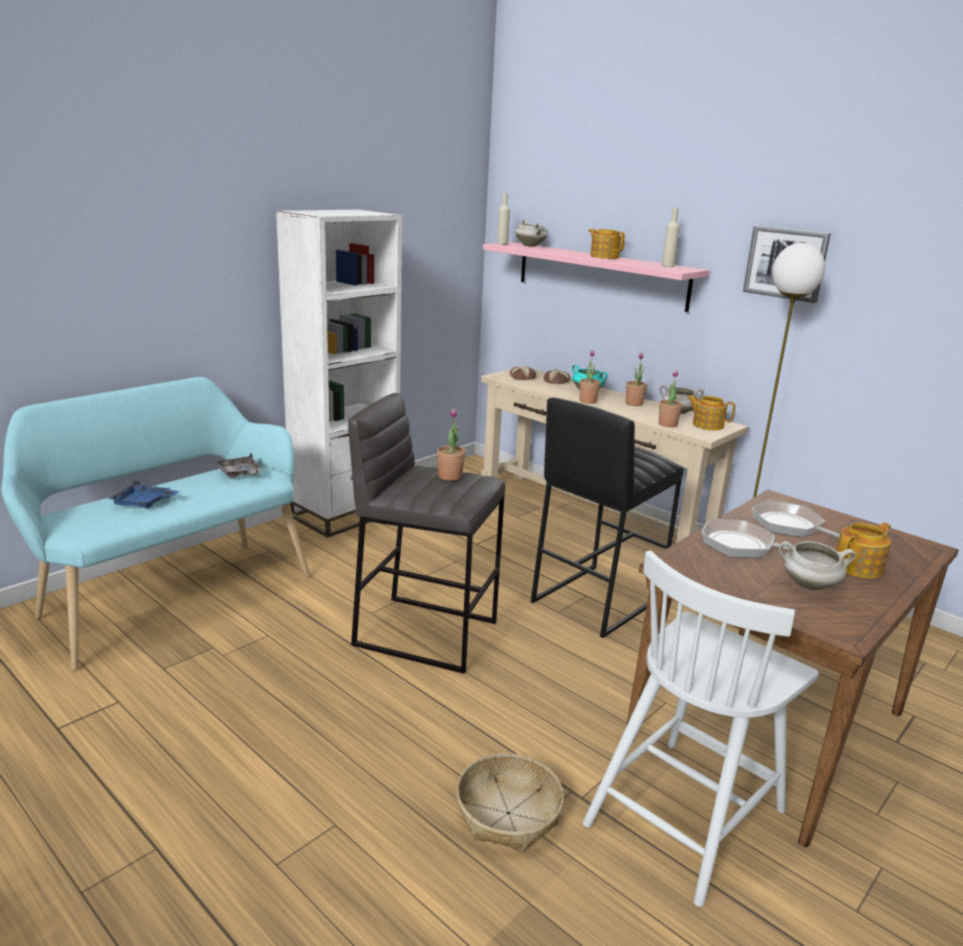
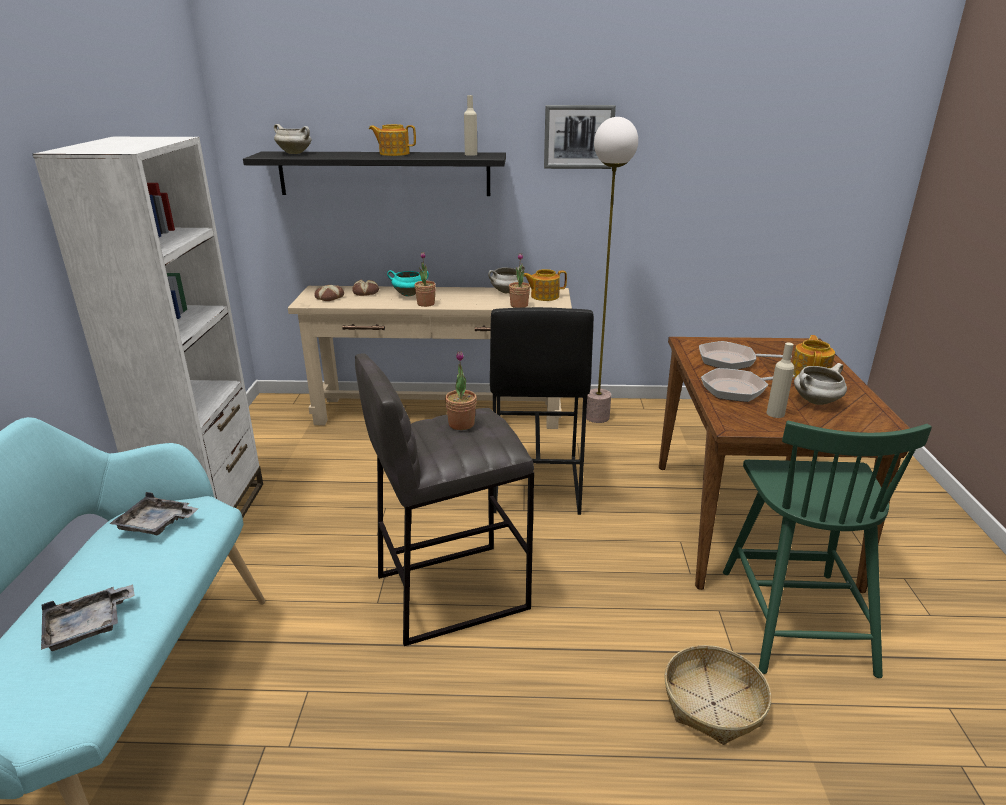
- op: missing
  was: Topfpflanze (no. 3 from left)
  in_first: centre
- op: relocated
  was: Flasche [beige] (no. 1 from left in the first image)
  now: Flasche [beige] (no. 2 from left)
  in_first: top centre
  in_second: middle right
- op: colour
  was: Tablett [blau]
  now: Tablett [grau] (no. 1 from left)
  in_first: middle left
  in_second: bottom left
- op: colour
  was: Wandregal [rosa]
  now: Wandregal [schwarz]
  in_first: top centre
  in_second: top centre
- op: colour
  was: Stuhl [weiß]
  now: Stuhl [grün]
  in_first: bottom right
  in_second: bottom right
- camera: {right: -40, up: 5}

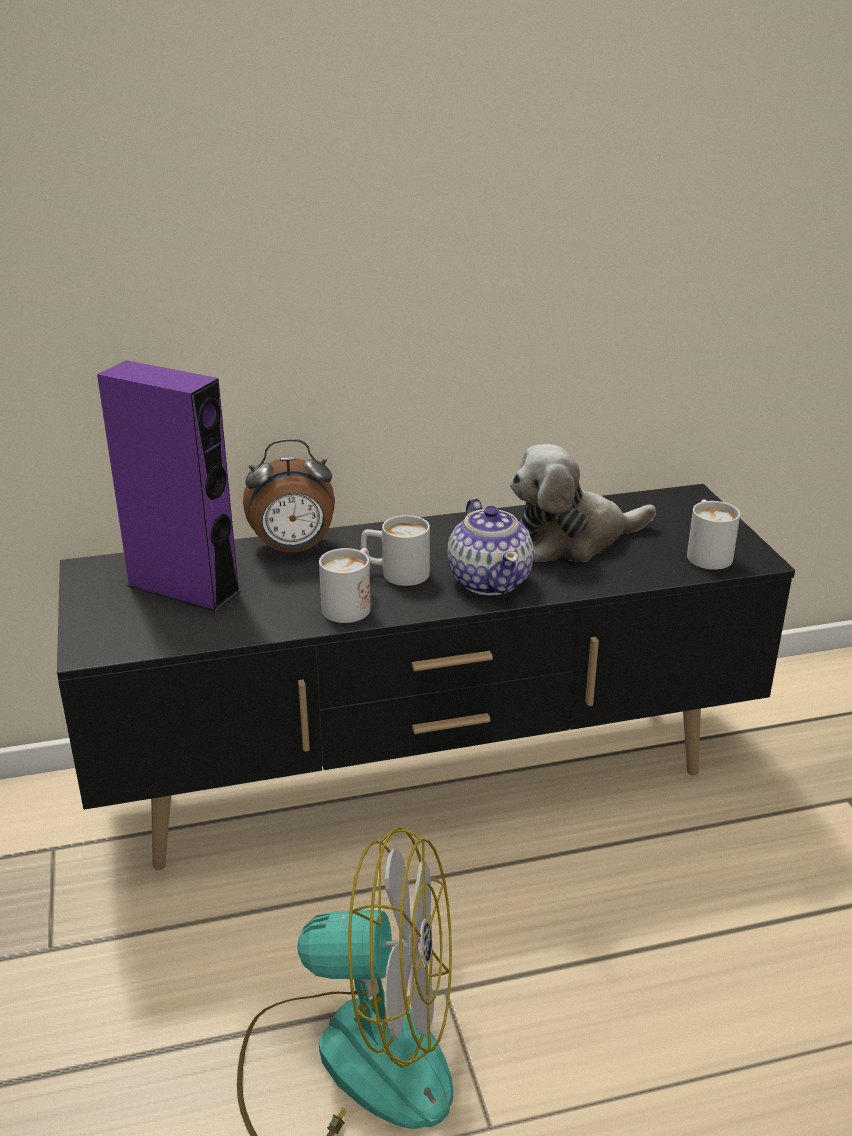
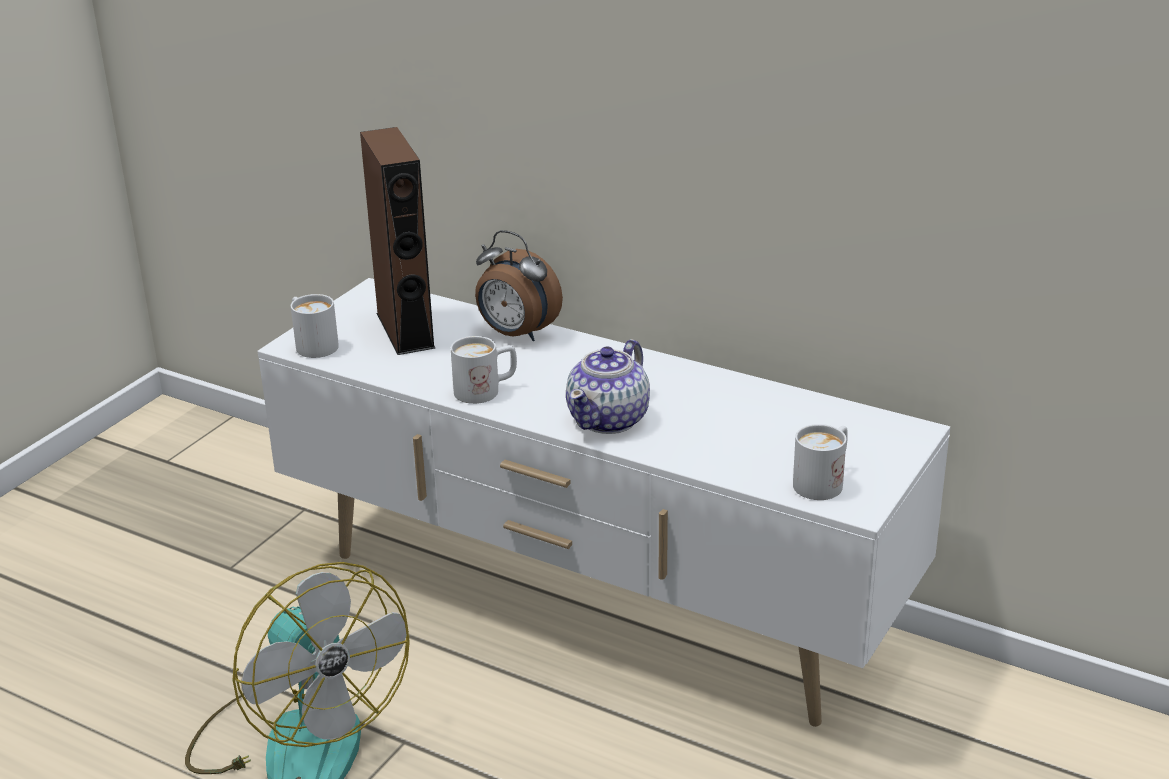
- op: missing
  was: Plüschtier
  in_first: middle right
- op: relocated
  was: Henkelbecher [weiß] (no. 2 from left in the first image)
  now: Henkelbecher [weiß] (no. 1 from left)
  in_first: centre
  in_second: middle left
- op: colour
  was: Fernsehschrank [schwarz]
  now: Fernsehschrank [weiß]
  in_first: centre
  in_second: centre
- op: colour
  was: Lautsprecher [lila]
  now: Lautsprecher [braun]
  in_first: middle left
  in_second: top centre
- camera: {right: 45, up: 0}

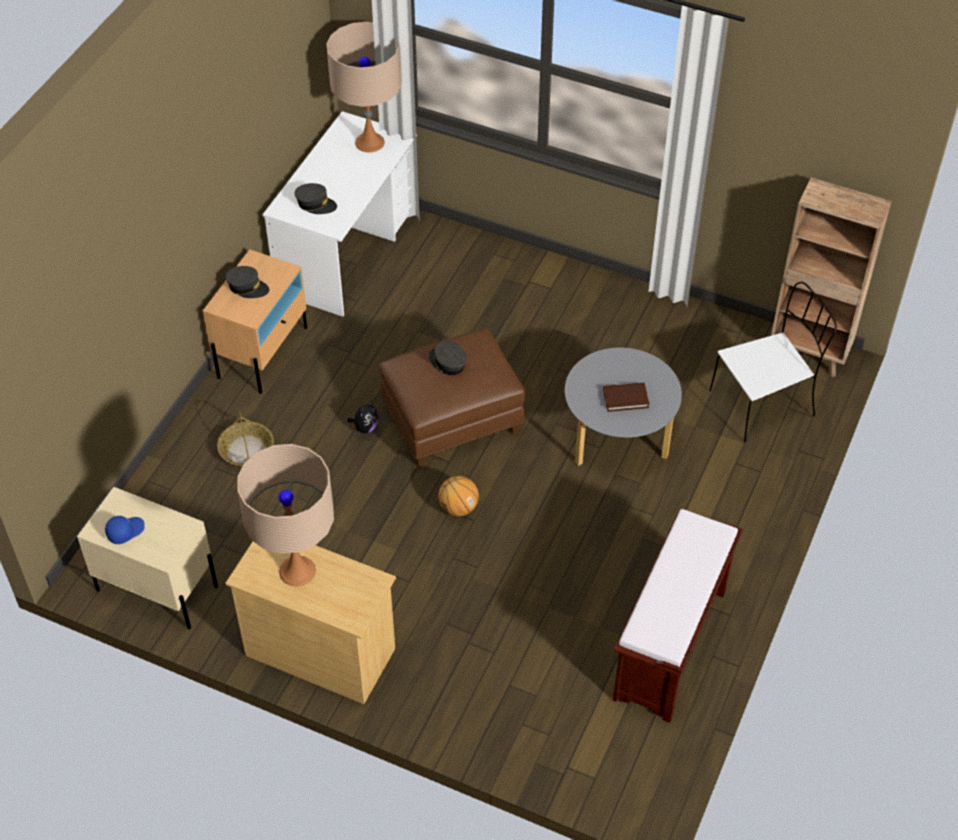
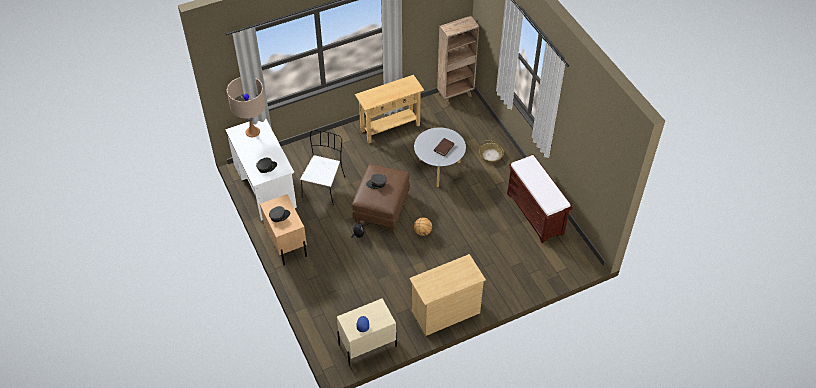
- op: missing
  was: Tischlampe [beige] (no. 1 from left)
  in_first: middle left
- op: appeared
  now: Konsolentisch [beige]
  in_second: top centre
- op: relocated
  was: Korb
  in_first: middle left
  in_second: centre
- op: relocated
  was: Stuhl [weiß]
  in_first: middle right
  in_second: centre
- camera: {right: -50, up: 0}

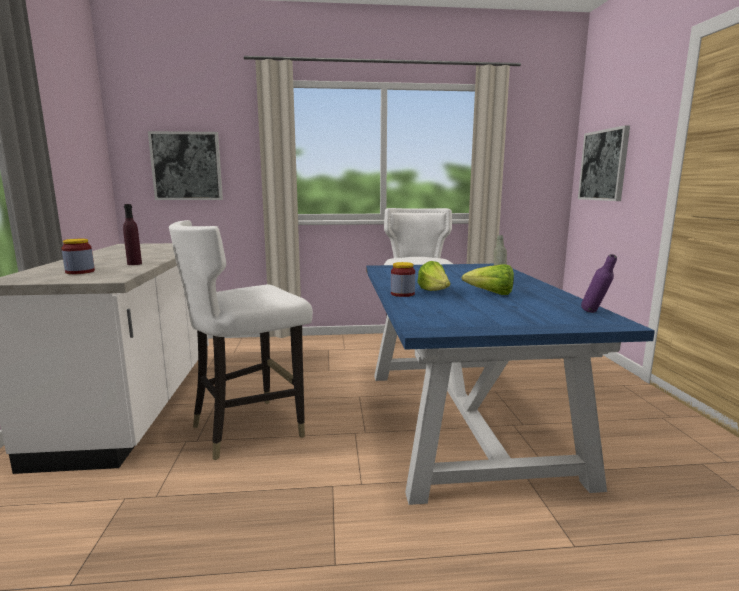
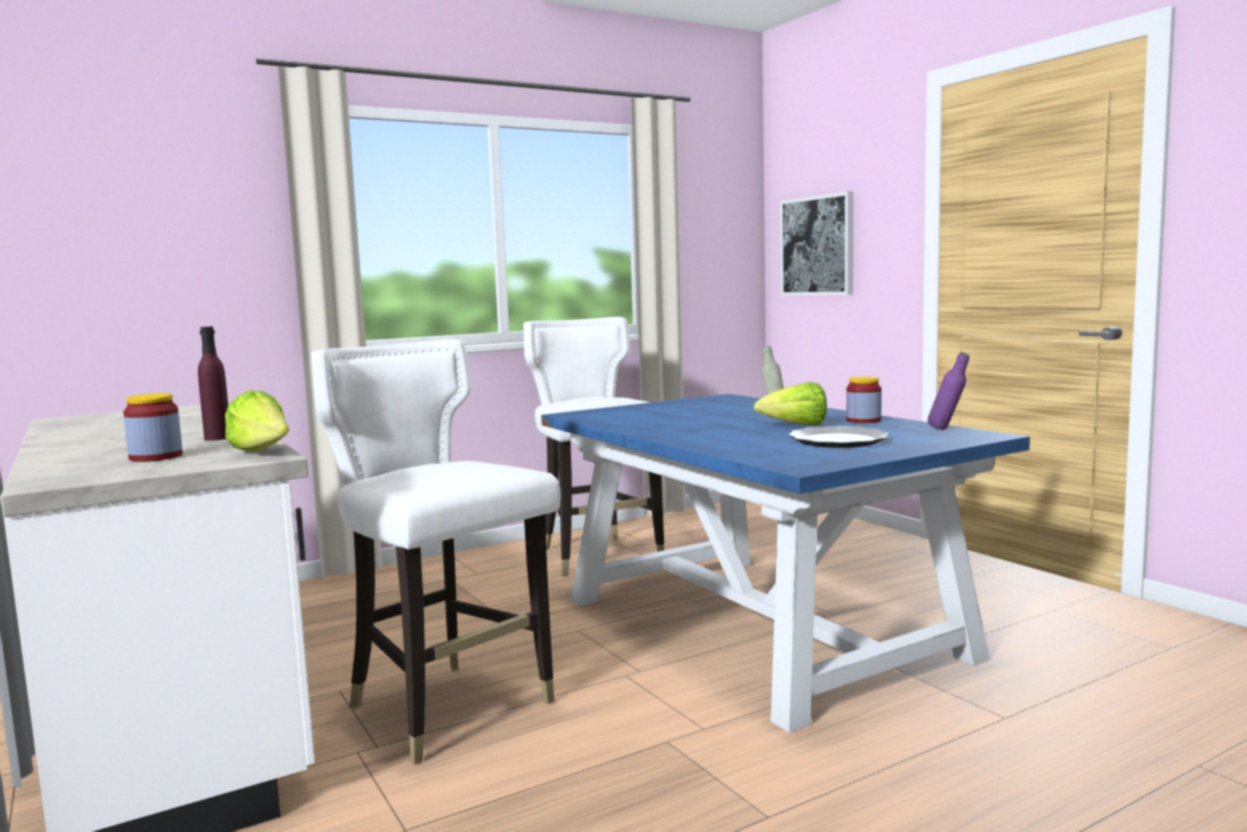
- op: missing
  was: Bild (no. 1 from left)
  in_first: top left
- op: appeared
  now: Teller
  in_second: middle right
- op: relocated
  was: Vorratsglas (no. 2 from left)
  in_first: centre
  in_second: middle right
- op: relocated
  was: Salatkopf (no. 1 from left)
  in_first: centre
  in_second: middle left
- op: spun
  was: Stuhl [weiß] (no. 1 from left)
  in_first: middle left
  in_second: centre
  clockwise: 105
- camera: {right: -25, up: -5}

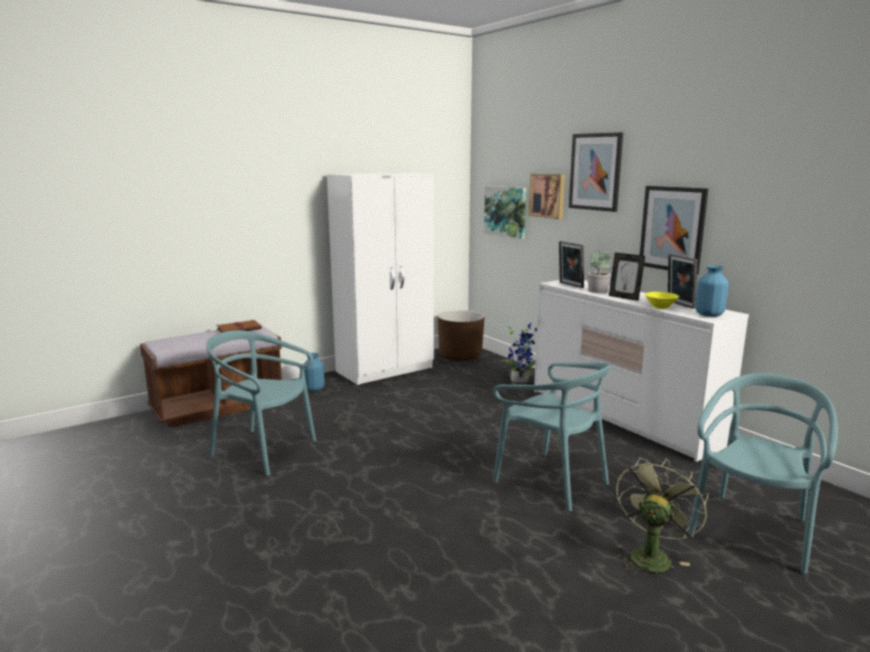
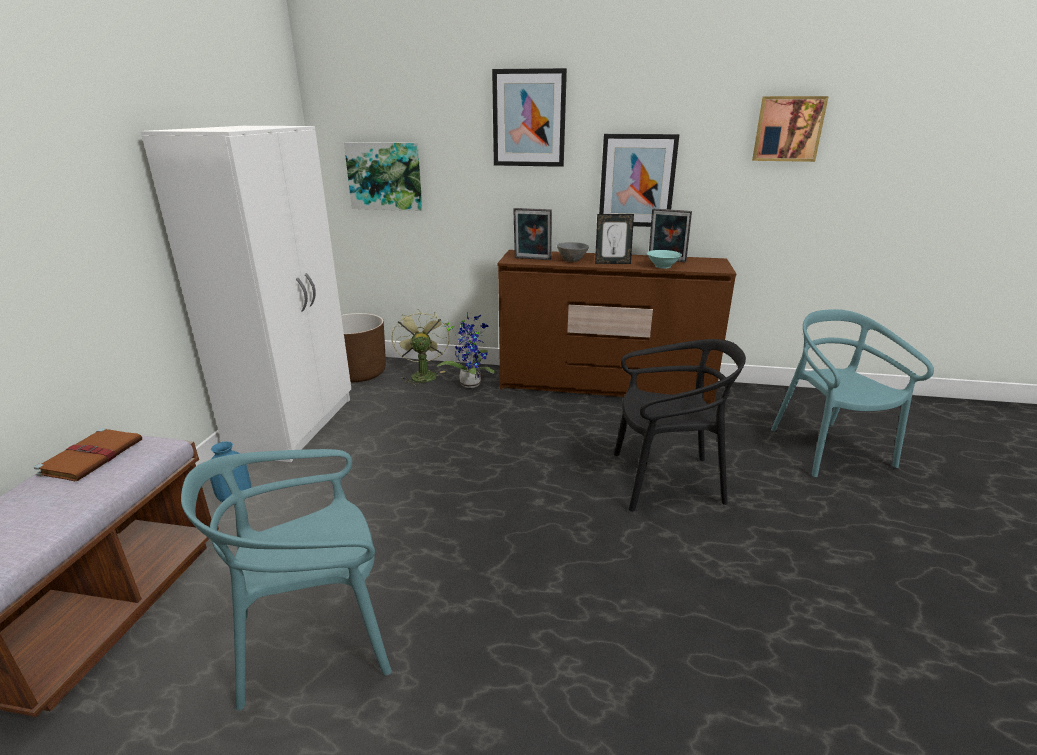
- op: missing
  was: Vase [blau] (no. 2 from left)
  in_first: middle right
- op: relocated
  was: Bild (no. 2 from left in the first image)
  now: Bild (no. 4 from left)
  in_first: top centre
  in_second: top right
- op: relocated
  was: Ventilator [grün]
  in_first: bottom right
  in_second: centre
- op: exchanged
  was: Topfpflanze (no. 2 from left)
  now: Schüssel [grau]
  in_first: middle right
  in_second: centre
- op: colour
  was: Stuhl [türkis] (no. 2 from left)
  now: Stuhl [schwarz]
  in_first: bottom centre
  in_second: centre
- op: colour
  was: Kommode [weiß]
  now: Kommode [braun]
  in_first: middle right
  in_second: centre
- op: colour
  was: Schüssel [gelb]
  now: Schüssel [türkis]
  in_first: middle right
  in_second: centre
- camera: {right: -45, up: 10}

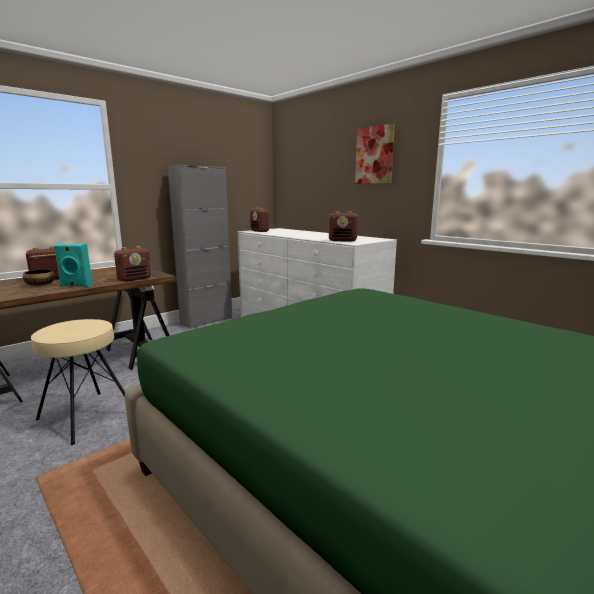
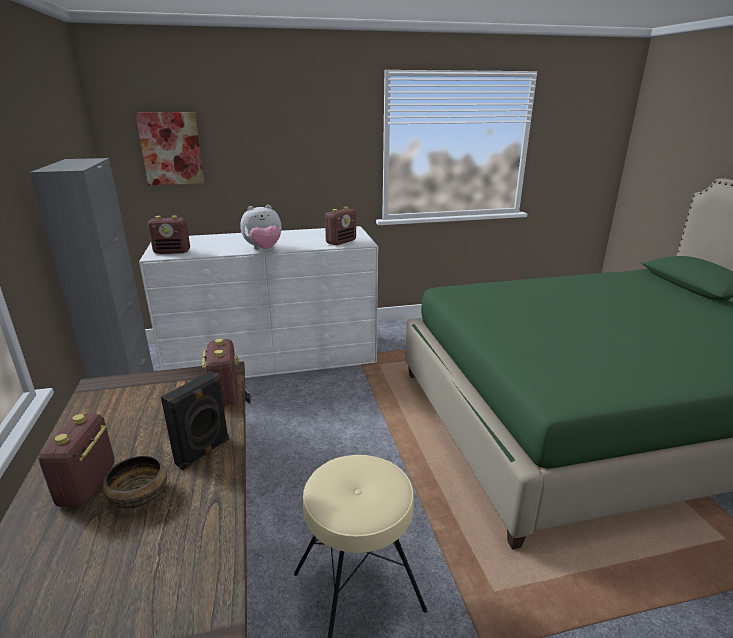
- op: appeared
  now: Plüschtier
  in_second: centre
- op: relocated
  was: Bild
  in_first: top centre
  in_second: top left
- op: colour
  was: Lautsprecher [türkis]
  now: Lautsprecher [schwarz]
  in_first: middle left
  in_second: middle left
- camera: {right: -60, up: 10}

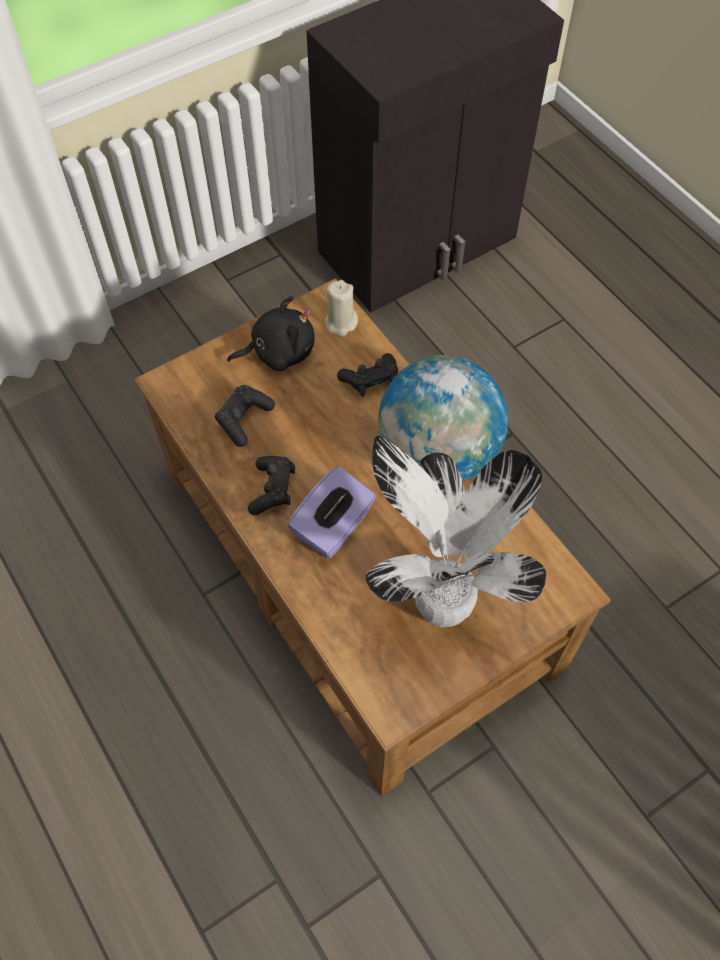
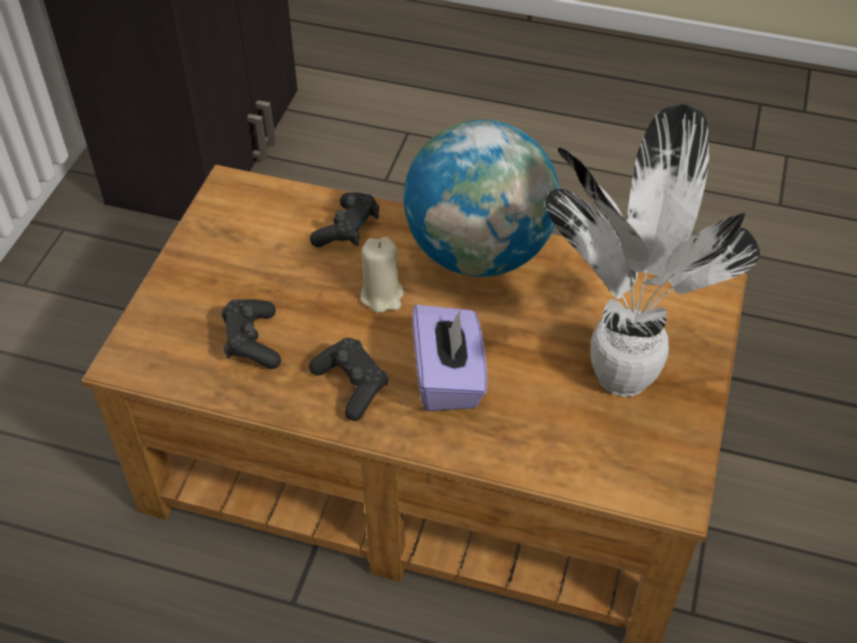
- op: missing
  was: Plüschtier [schwarz]
  in_first: centre
- op: relocated
  was: Kerze [beige]
  in_first: top centre
  in_second: centre
- camera: {right: -40, up: -10}

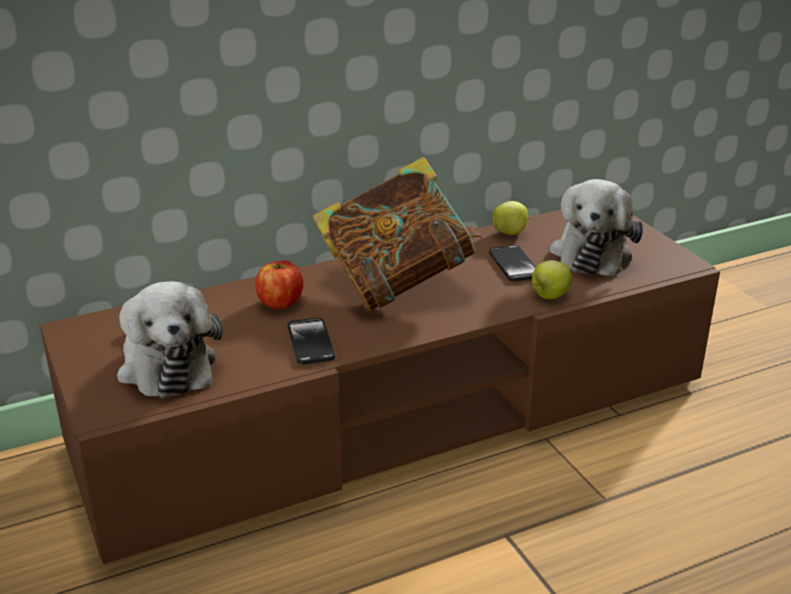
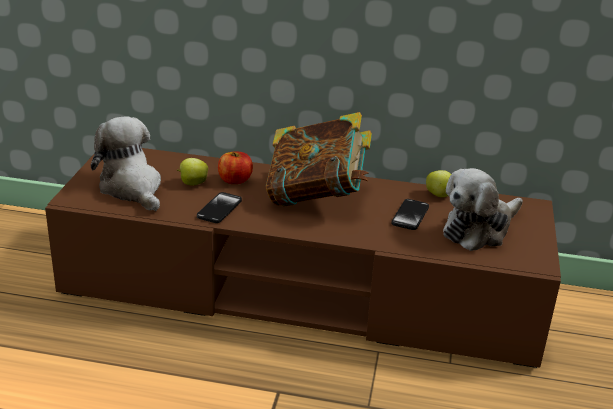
- op: relocated
  was: Apfel (no. 3 from left in the first image)
  now: Apfel (no. 1 from left)
  in_first: middle right
  in_second: middle left
- op: spun
  was: Plüschtier (no. 1 from left)
  in_first: middle left
  in_second: middle left
  clockwise: 135
- camera: {right: 35, up: 0}

